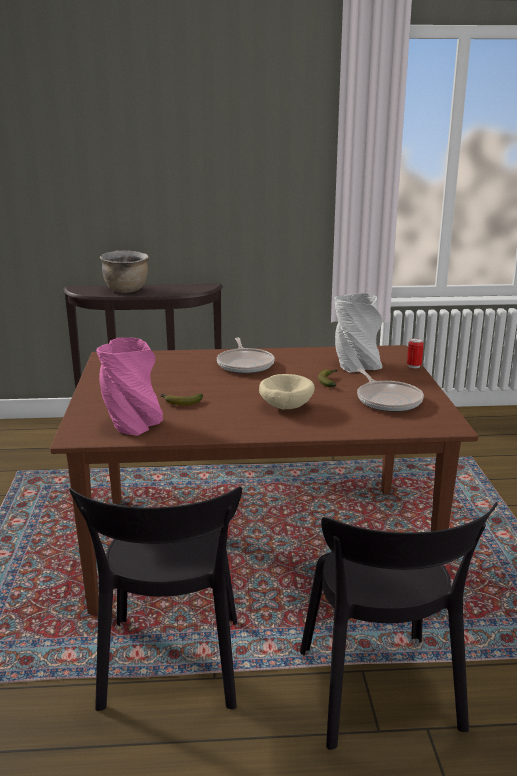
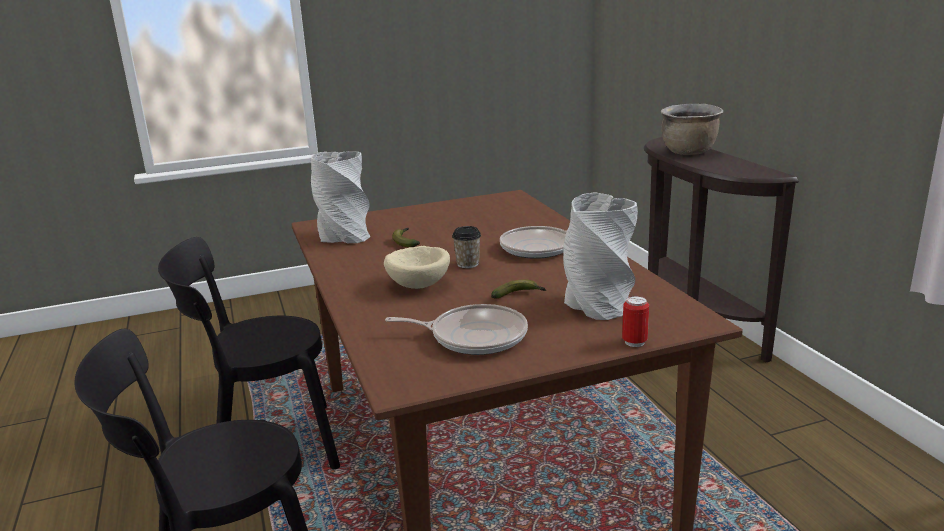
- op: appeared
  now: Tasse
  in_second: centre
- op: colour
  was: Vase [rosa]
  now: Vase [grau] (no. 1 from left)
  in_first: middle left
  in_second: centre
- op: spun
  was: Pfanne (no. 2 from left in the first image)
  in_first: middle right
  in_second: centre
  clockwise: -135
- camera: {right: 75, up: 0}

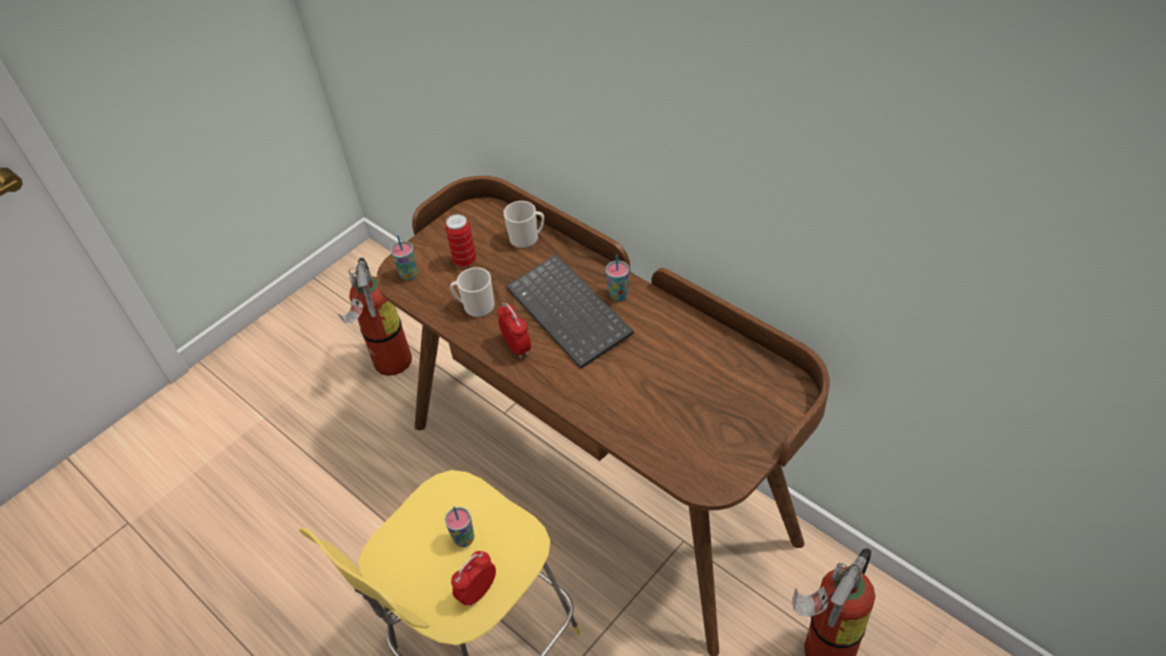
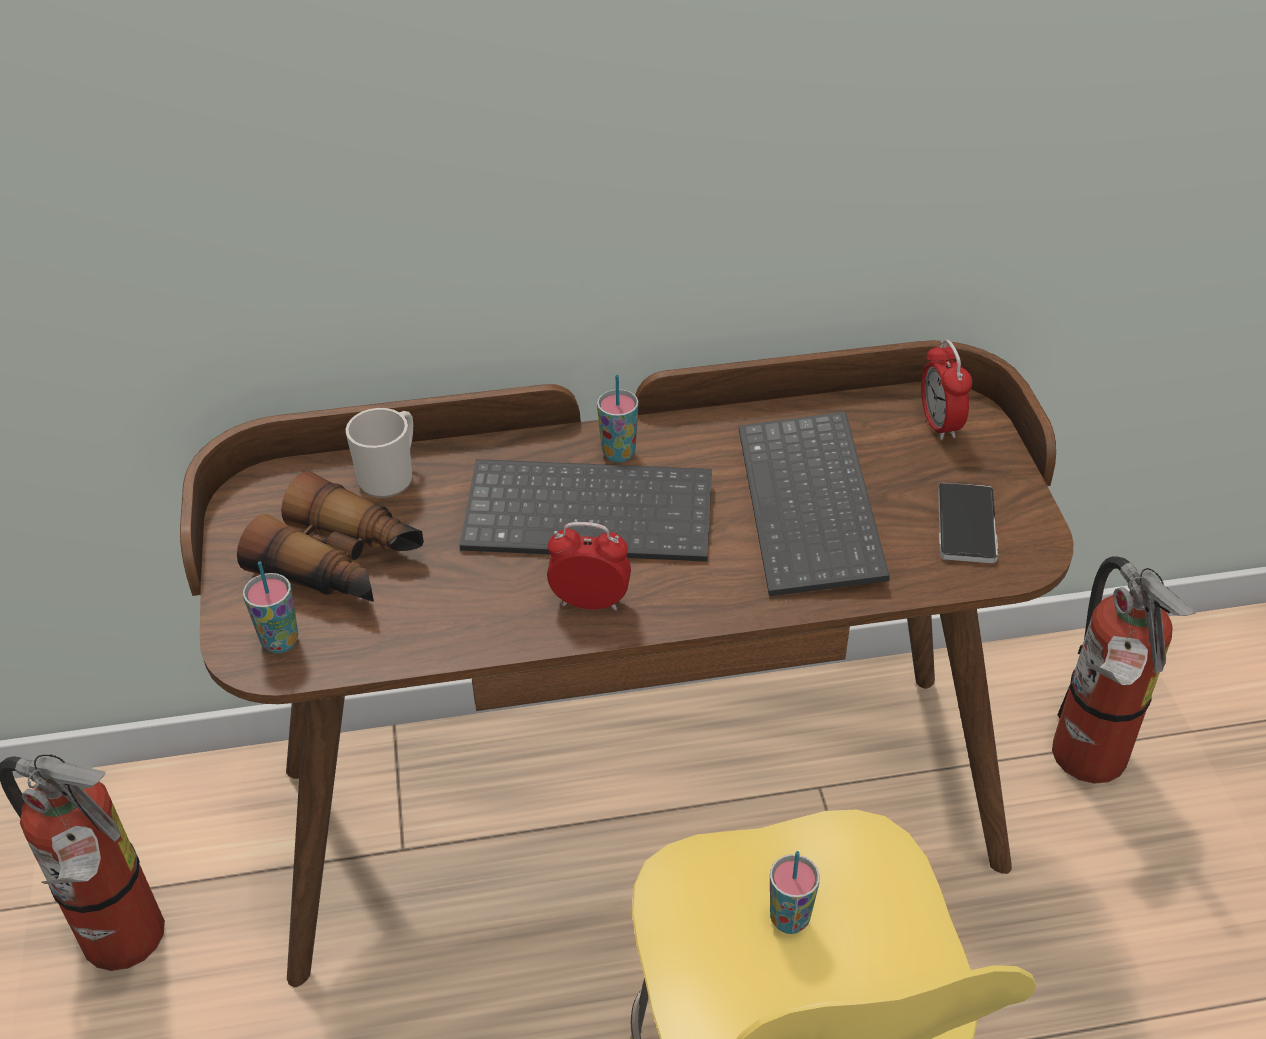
- op: missing
  was: Henkelbecher (no. 1 from left)
  in_first: centre
- op: appeared
  now: Tastatur (no. 2 from left)
  in_second: centre
- op: appeared
  now: Handy
  in_second: middle right
- op: relocated
  was: Wecker (no. 1 from left in the first image)
  now: Wecker (no. 2 from left)
  in_first: bottom centre
  in_second: middle right
- op: exchanged
  was: Dose
  now: Fernglas
  in_first: centre
  in_second: middle left
- camera: {right: -55, up: -5}

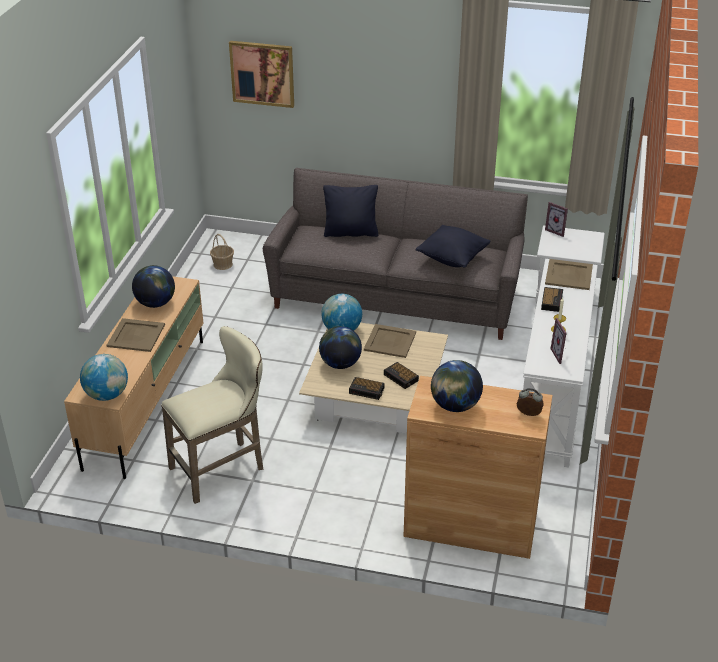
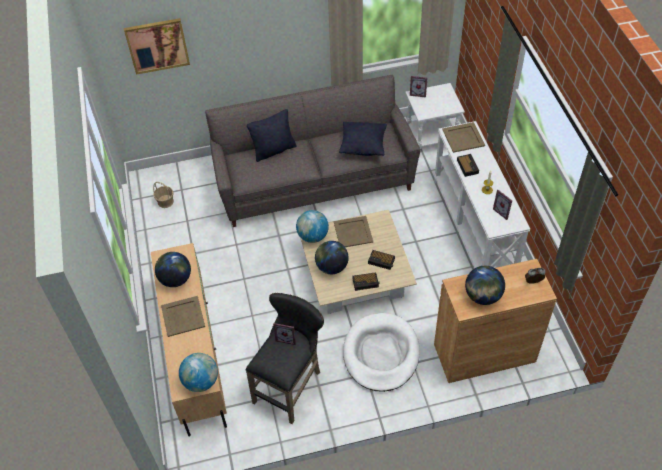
- op: appeared
  now: Bilderrahmen (no. 1 from left)
  in_second: bottom centre
- op: appeared
  now: Hundebett [weiß]
  in_second: bottom centre
- op: colour
  was: Hocker [beige]
  now: Hocker [schwarz]
  in_first: middle left
  in_second: bottom centre
- camera: {right: -25, up: 15}

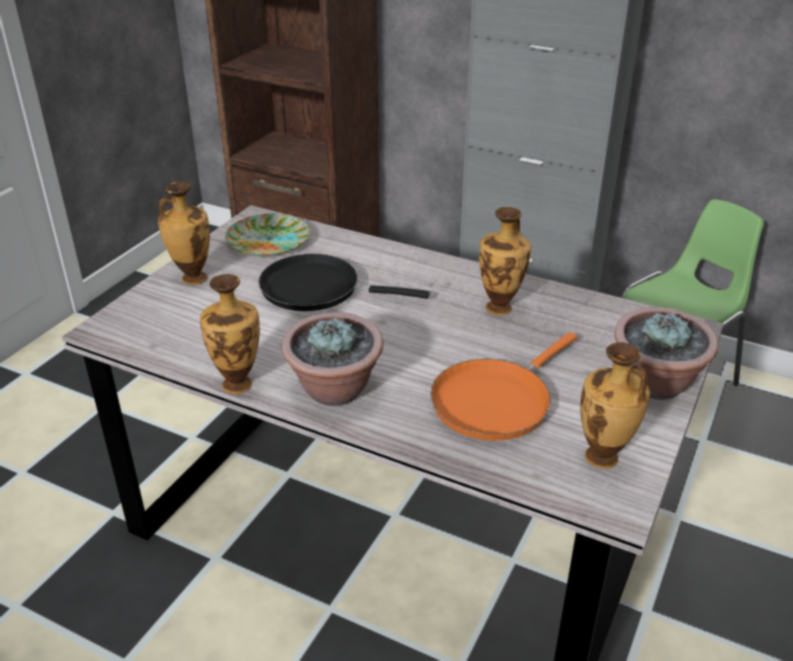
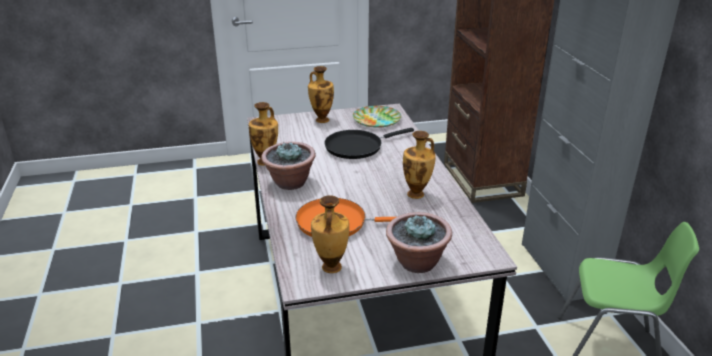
- op: spun
  was: Pfanne [schwarz]
  in_first: centre
  in_second: centre
  clockwise: -90
- camera: {right: 50, up: -5}

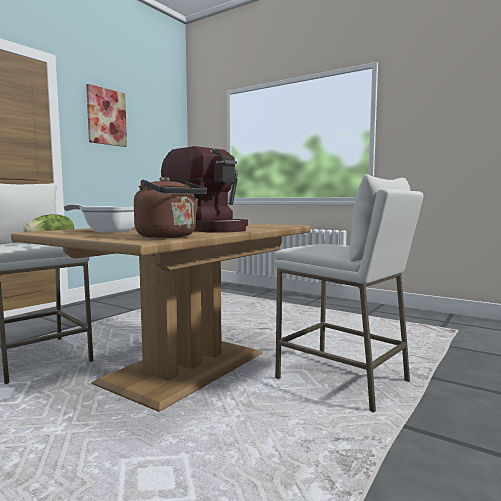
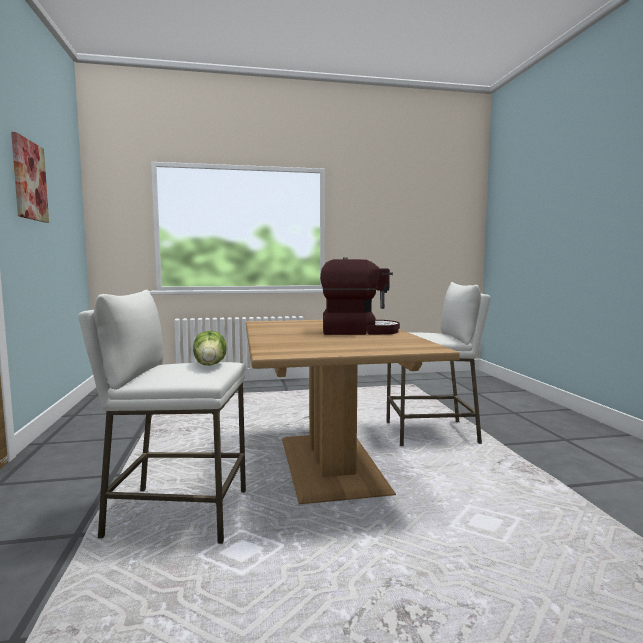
- op: missing
  was: Pfanne
  in_first: middle left
- op: missing
  was: Wasserkessel [braun]
  in_first: centre
- camera: {right: -45, up: 0}

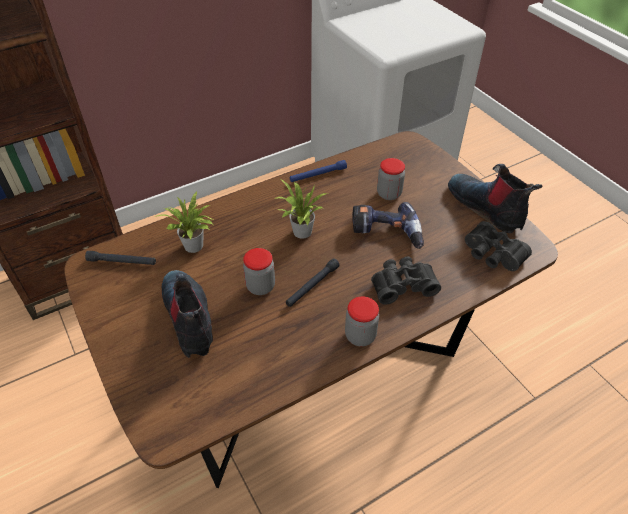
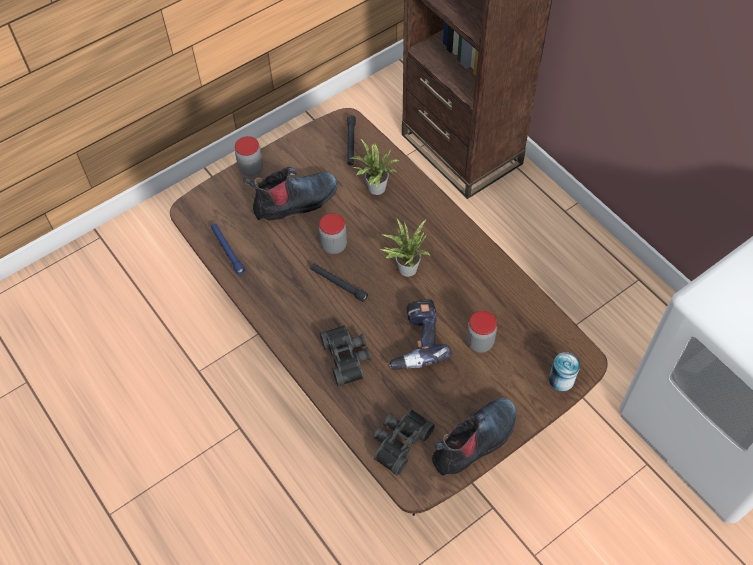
- op: appeared
  now: Dose
  in_second: middle right
- op: relocated
  was: Taschenlampe [blau]
  in_first: top centre
  in_second: middle left
- op: relocated
  was: Vorratsglas (no. 2 from left in the first image)
  now: Vorratsglas (no. 1 from left)
  in_first: centre
  in_second: top left
- camera: {right: 85, up: 10}

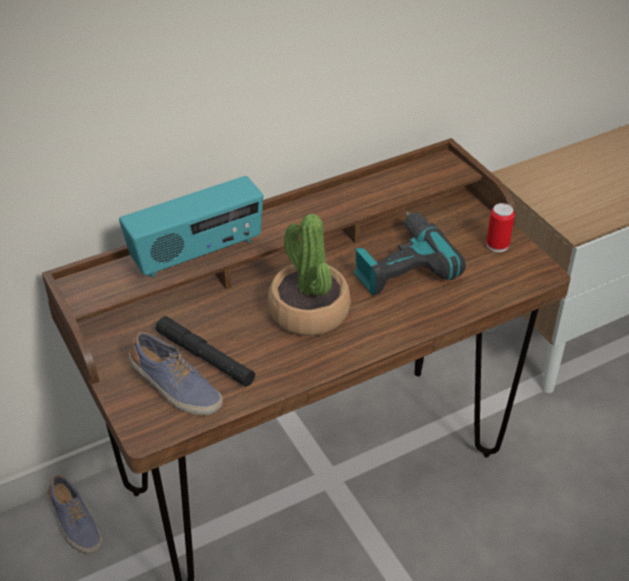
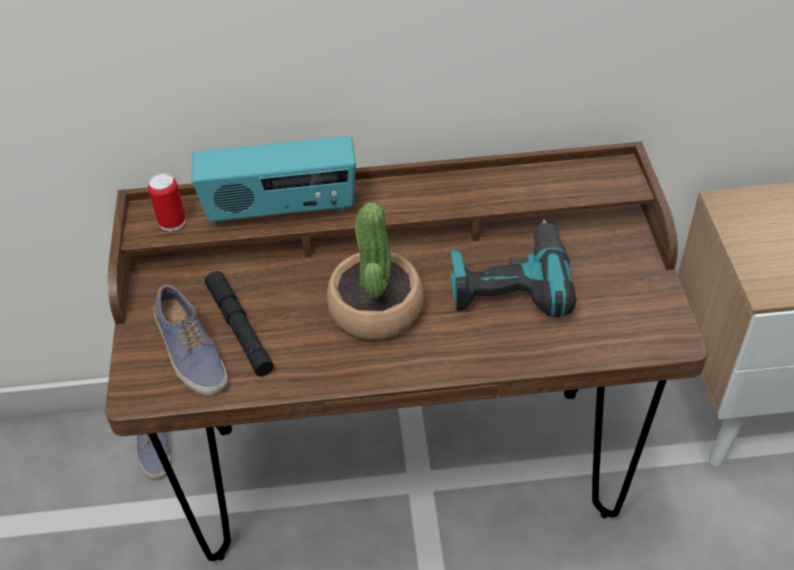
- op: relocated
  was: Dose
  in_first: middle right
  in_second: middle left
- camera: {right: 25, up: 5}

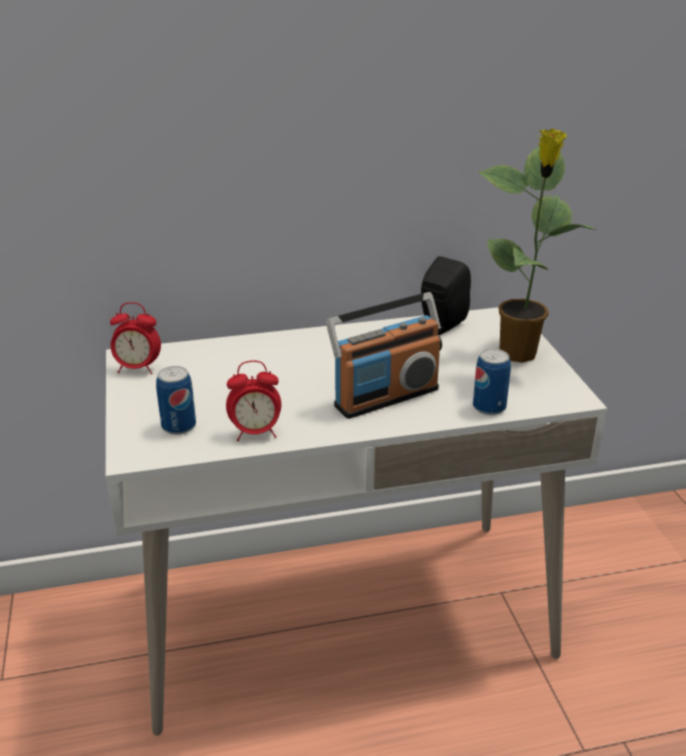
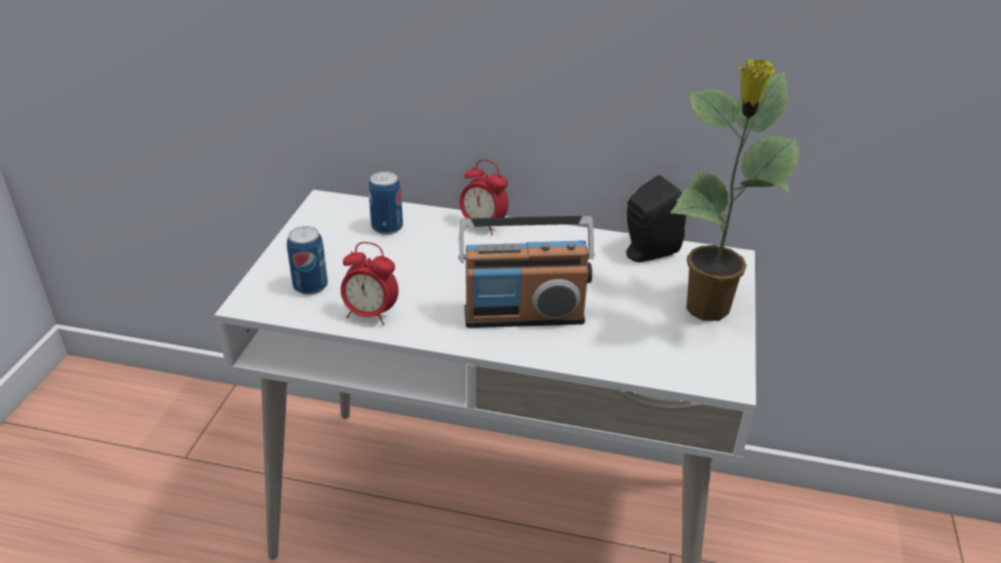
- op: relocated
  was: Wecker (no. 1 from left in the first image)
  now: Wecker (no. 2 from left)
  in_first: middle left
  in_second: centre
- op: relocated
  was: Dose (no. 2 from left)
  in_first: middle right
  in_second: centre
- camera: {right: 25, up: 5}

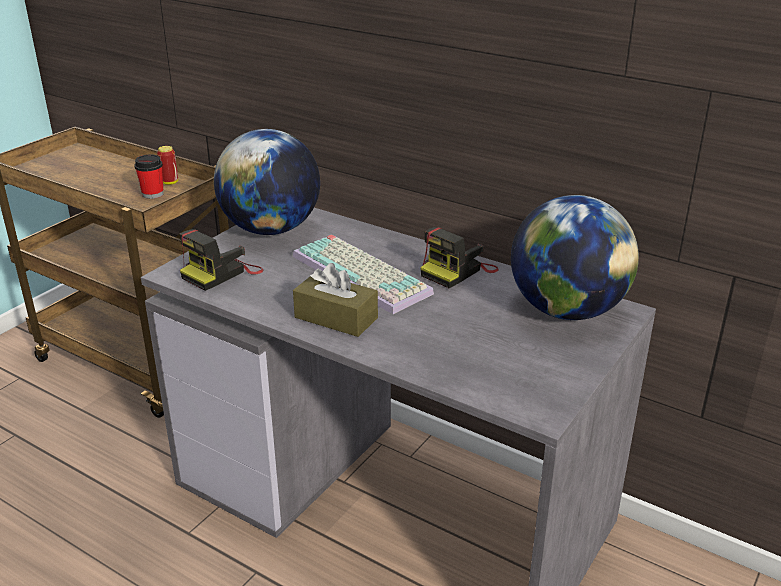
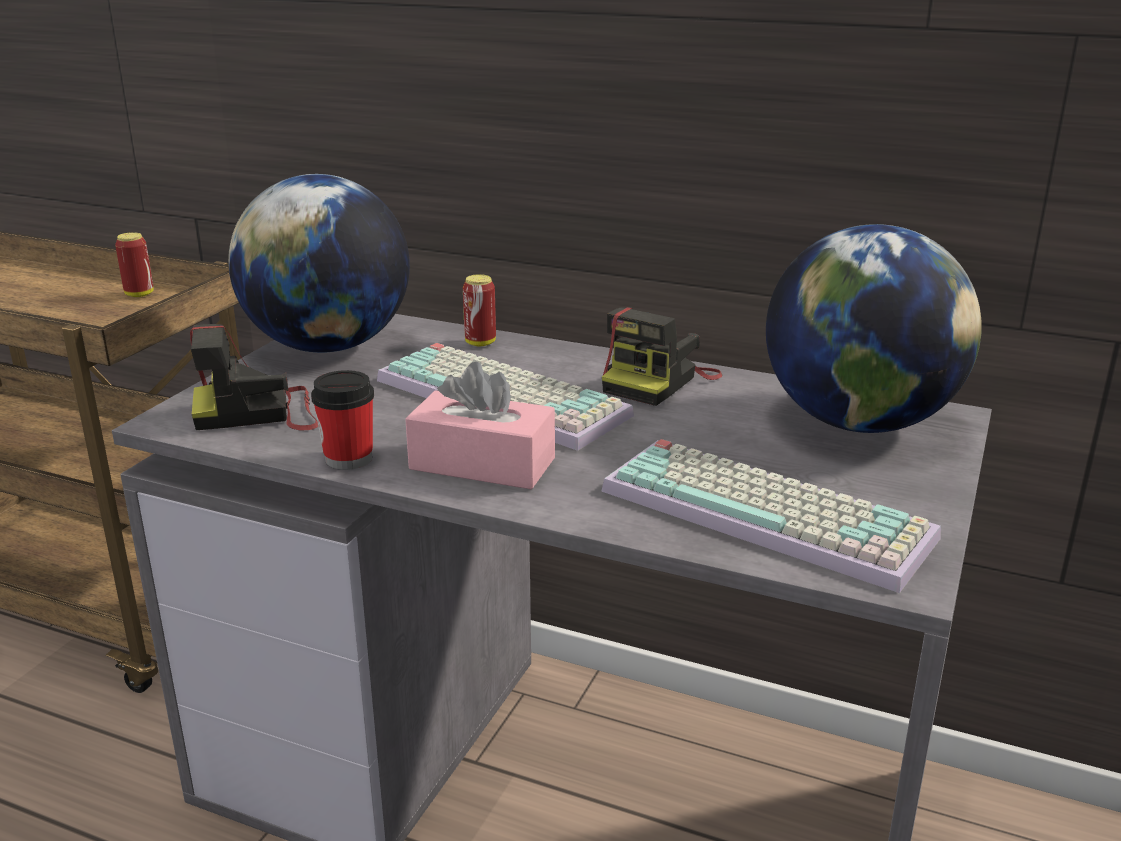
- op: appeared
  now: Dose (no. 2 from left)
  in_second: centre
- op: appeared
  now: Tastatur (no. 2 from left)
  in_second: middle right
- op: relocated
  was: Tasse
  in_first: top left
  in_second: middle left
- op: colour
  was: Taschentuchbox [braun]
  now: Taschentuchbox [rosa]
  in_first: centre
  in_second: centre
- op: spun
  was: Kamera (no. 1 from left)
  in_first: middle left
  in_second: middle left
  clockwise: 45
- camera: {right: -10, up: -5}

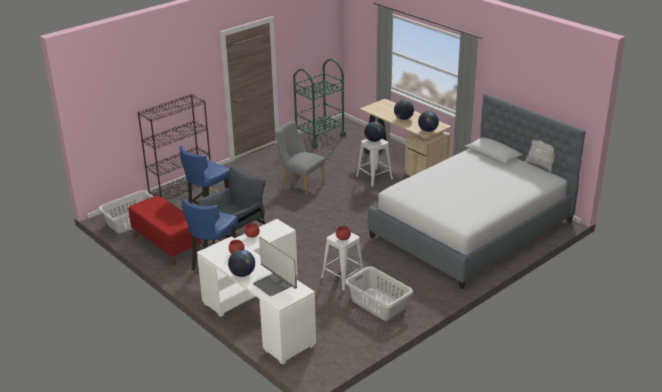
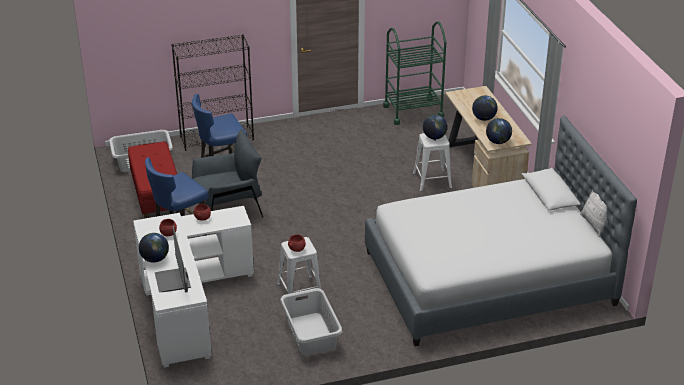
- op: missing
  was: Stuhl [grau]
  in_first: centre
- camera: {right: 25, up: 5}

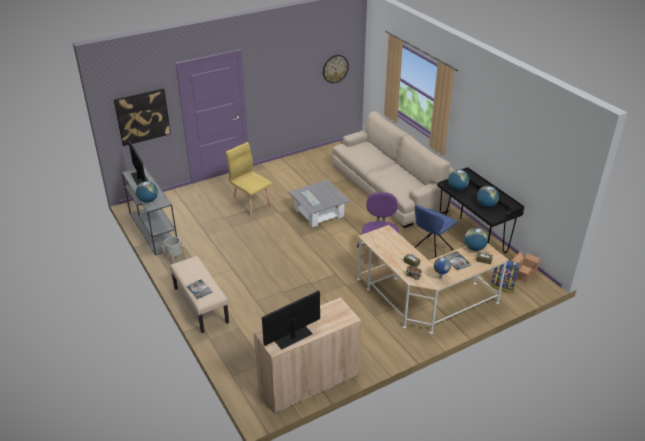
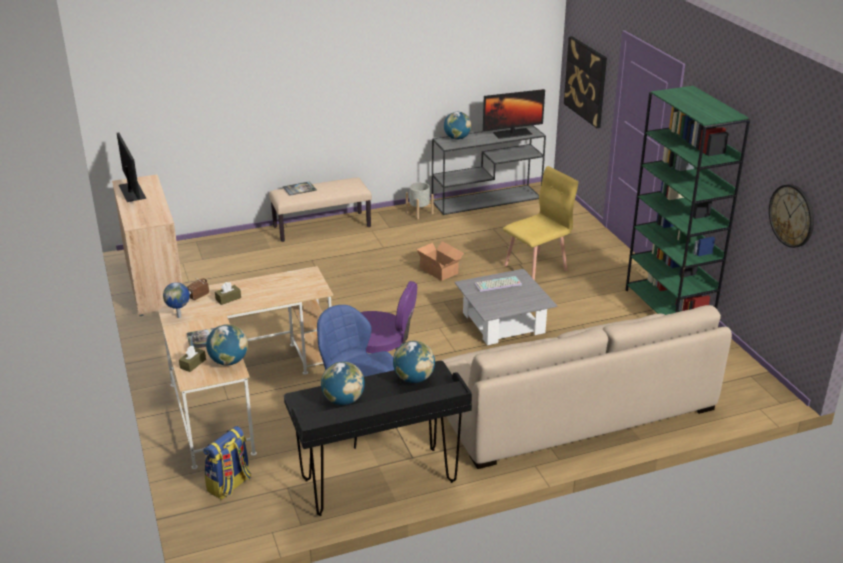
- op: appeared
  now: Bücherregal [grün]
  in_second: middle right
- op: relocated
  was: Karton
  in_first: middle right
  in_second: centre
- camera: {right: 100, up: -5}

